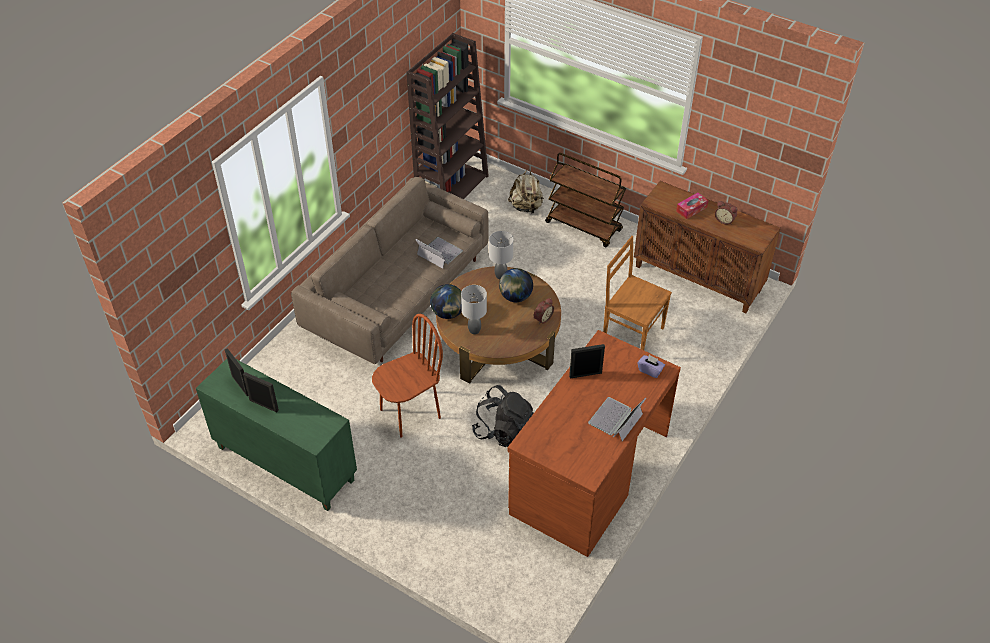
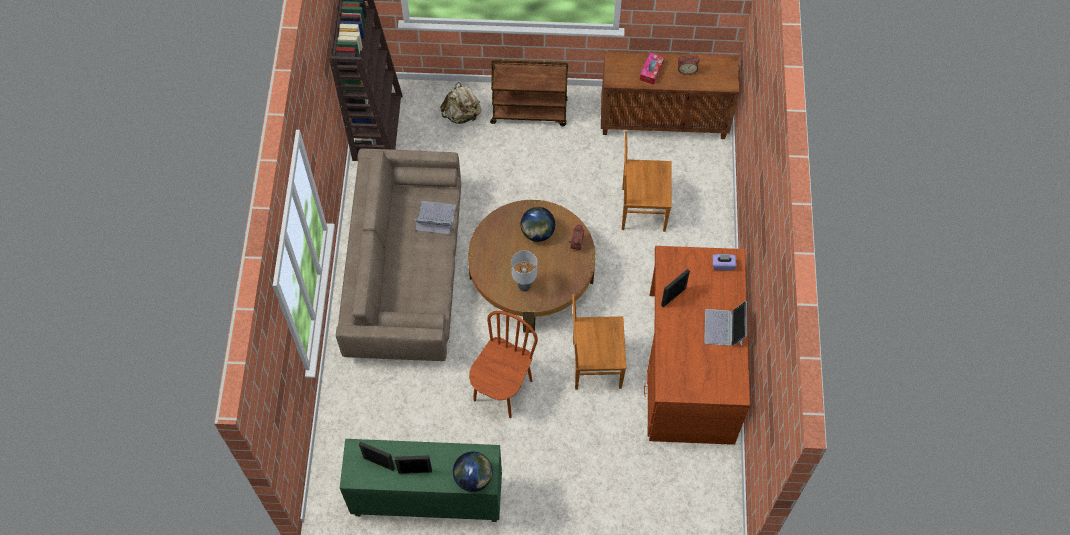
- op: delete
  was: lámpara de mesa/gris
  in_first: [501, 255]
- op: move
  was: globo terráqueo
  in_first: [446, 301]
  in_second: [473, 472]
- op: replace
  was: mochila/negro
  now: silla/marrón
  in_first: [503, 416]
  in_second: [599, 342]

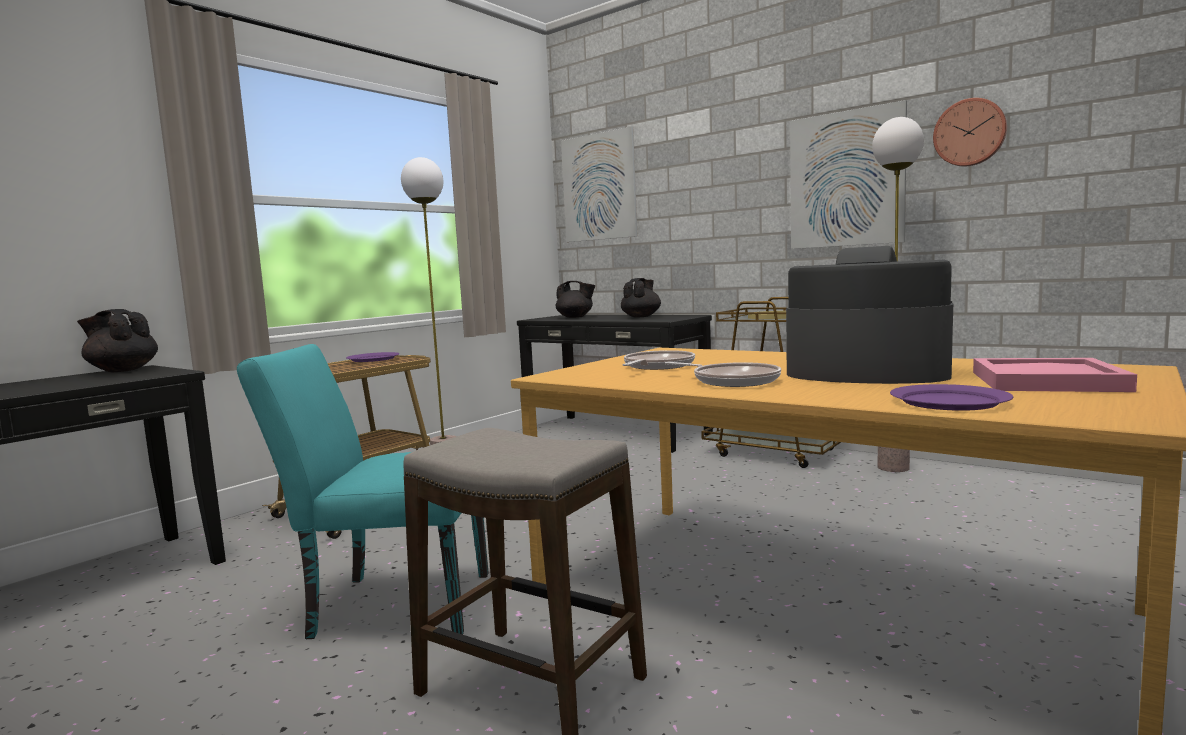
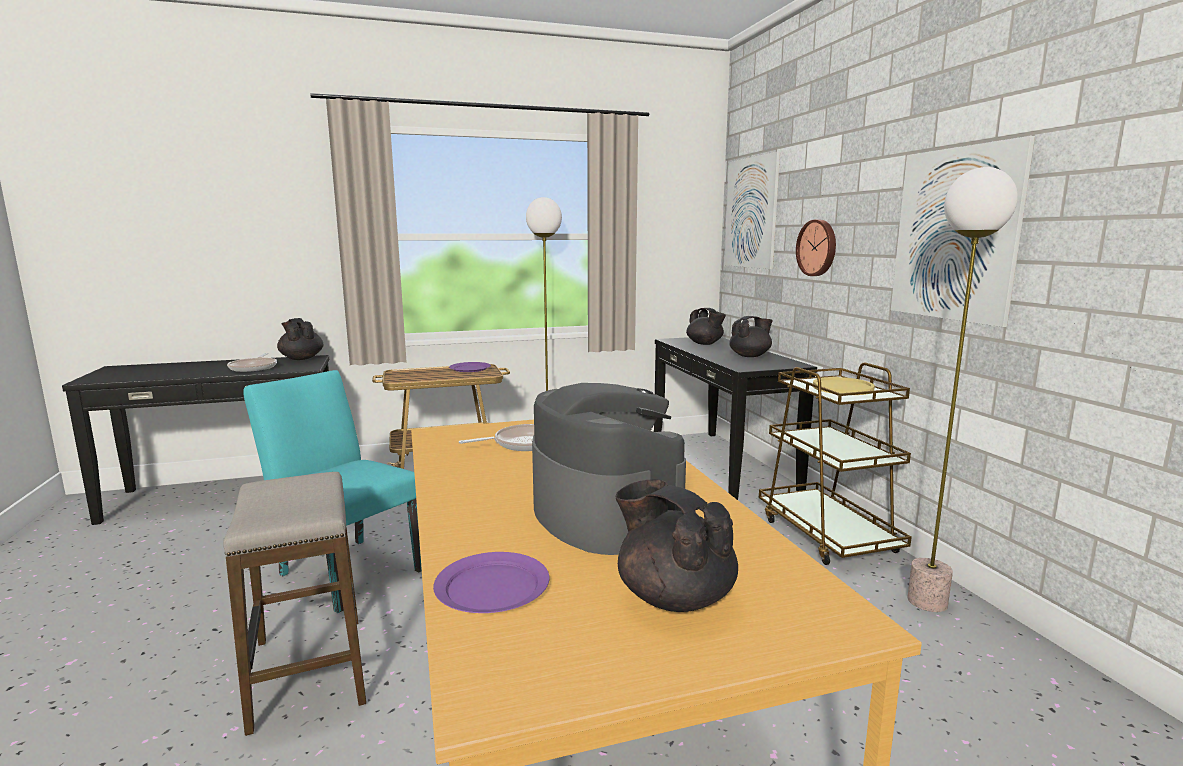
- op: move
  was: reloj de pared
  in_first: [970, 132]
  in_second: [816, 248]
- op: replace
  was: bandeja/rosa
  now: tetera/negro
  in_first: [1055, 375]
  in_second: [676, 545]
- op: move
  was: sartén
  in_first: [723, 374]
  in_second: [252, 362]

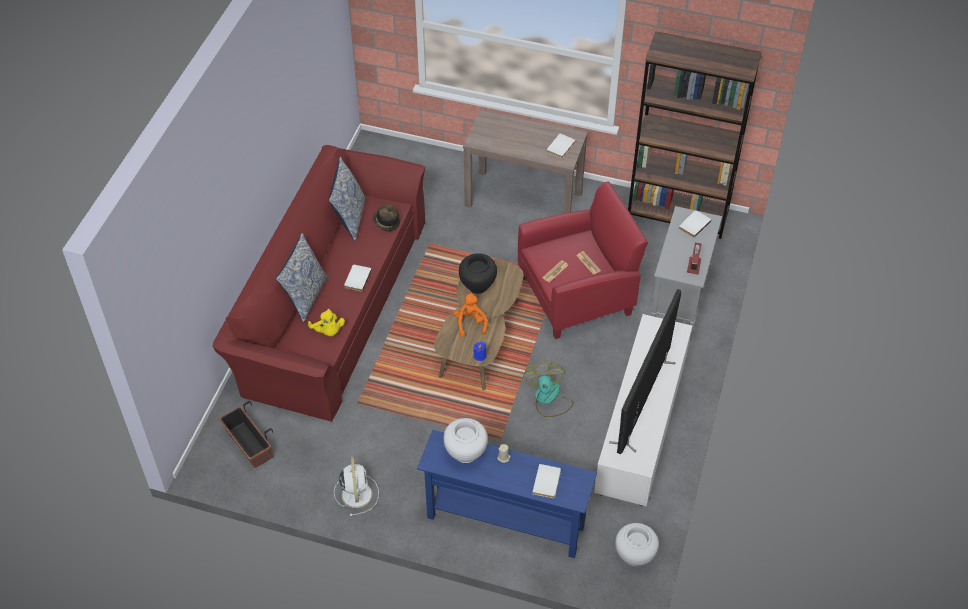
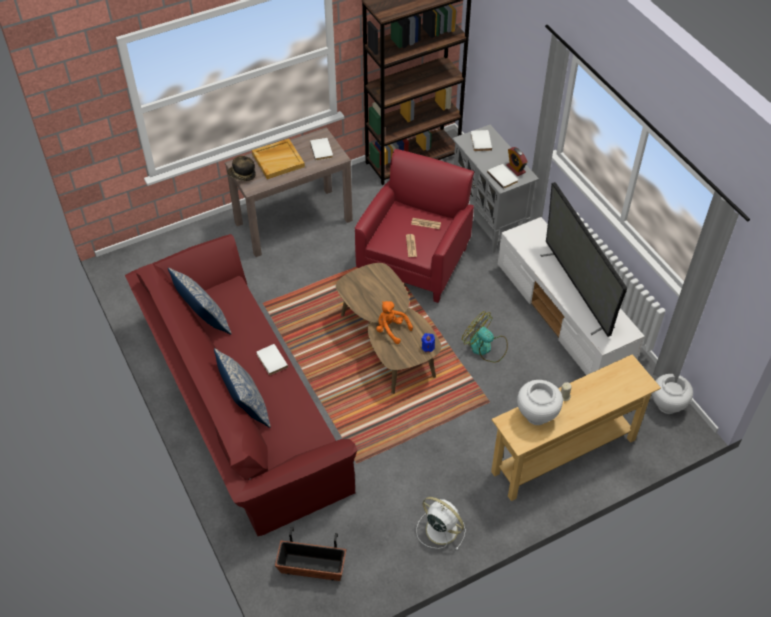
- op: move
  was: sombrero
  in_first: [386, 218]
  in_second: [241, 168]
- op: delete
  was: florero/negro
  in_first: [478, 273]
- op: delete
  was: peluche/amarillo
  in_first: [326, 322]
- op: recolor
  was: mesa consola/azul
  now: mesa consola/beis
  in_first: [507, 494]
  in_second: [576, 427]
- op: move
  was: libro/blanco
  in_first: [546, 481]
  in_second: [502, 176]
- op: insert
  now: bandeja/beis
  in_second: [278, 159]

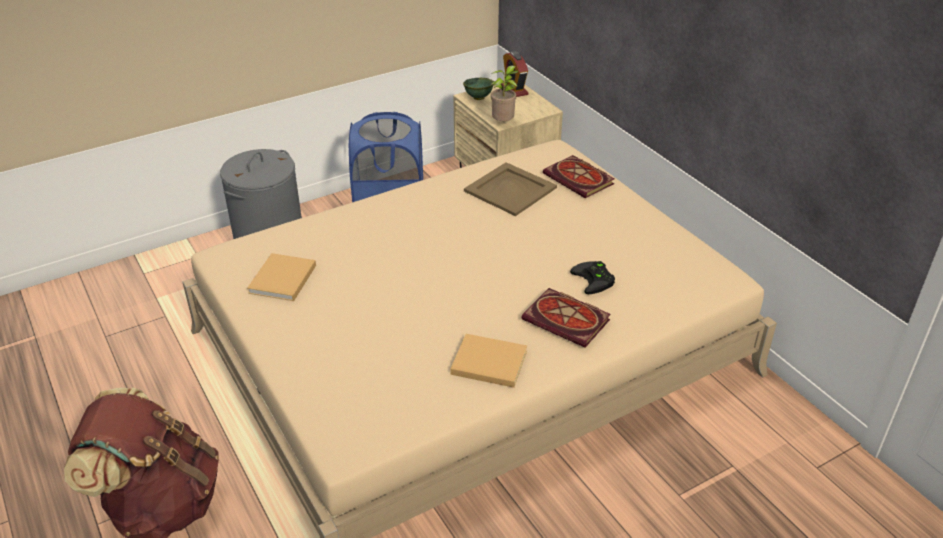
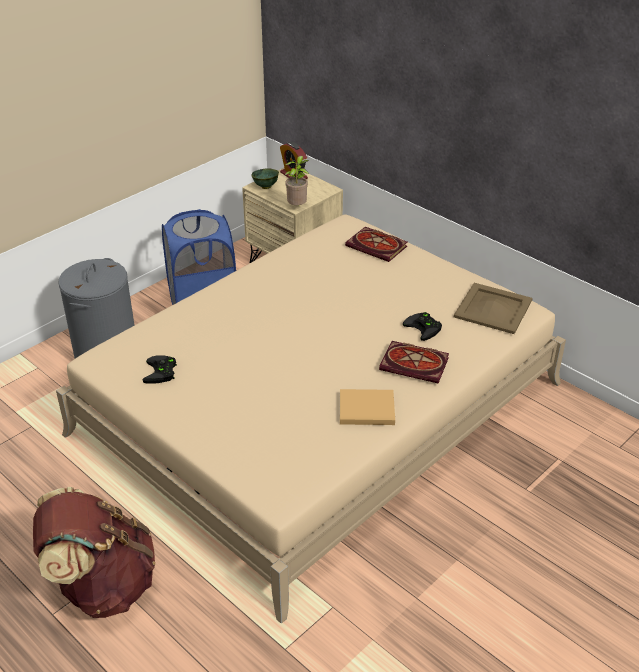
- op: move
  was: bandeja/beis
  in_first: [510, 189]
  in_second: [493, 308]
- op: replace
  was: libro/beis
  now: mando de consola/negro
  in_first: [281, 277]
  in_second: [159, 369]

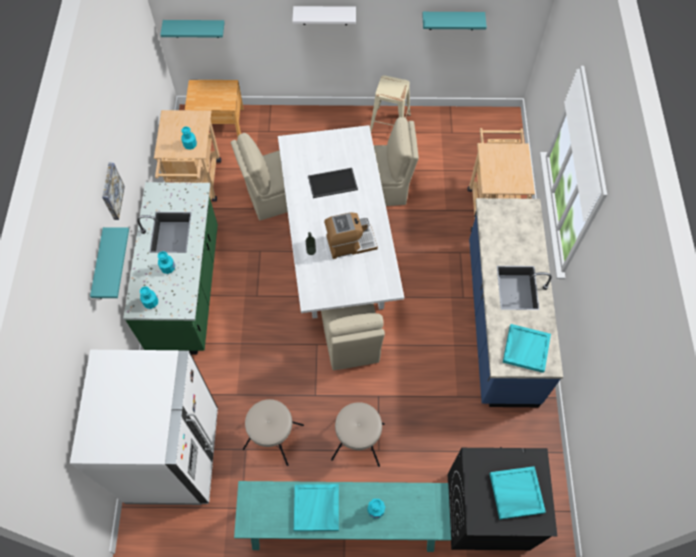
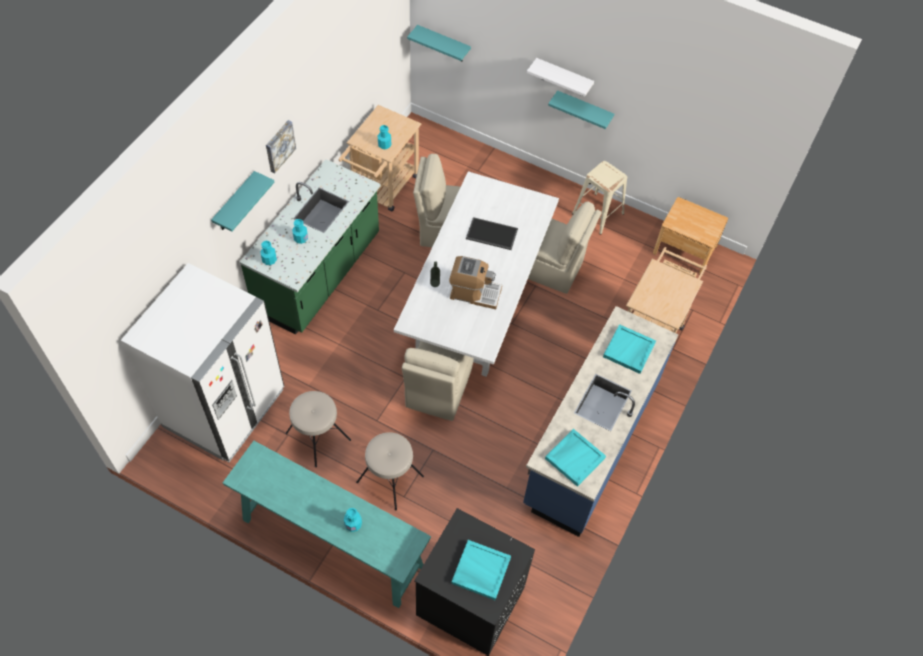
- op: move
  was: estante/turquesa
  in_first: [454, 21]
  in_second: [581, 109]
- op: move
  was: mesita de noche/marrón
  in_first: [214, 108]
  in_second: [690, 235]
- op: move
  was: bandeja/turquesa
  in_first: [316, 507]
  in_second: [629, 349]

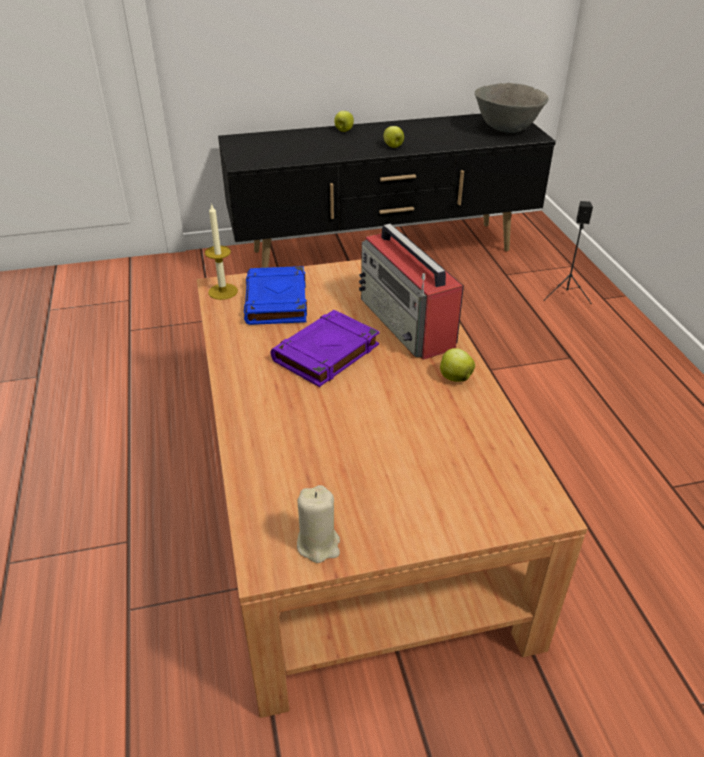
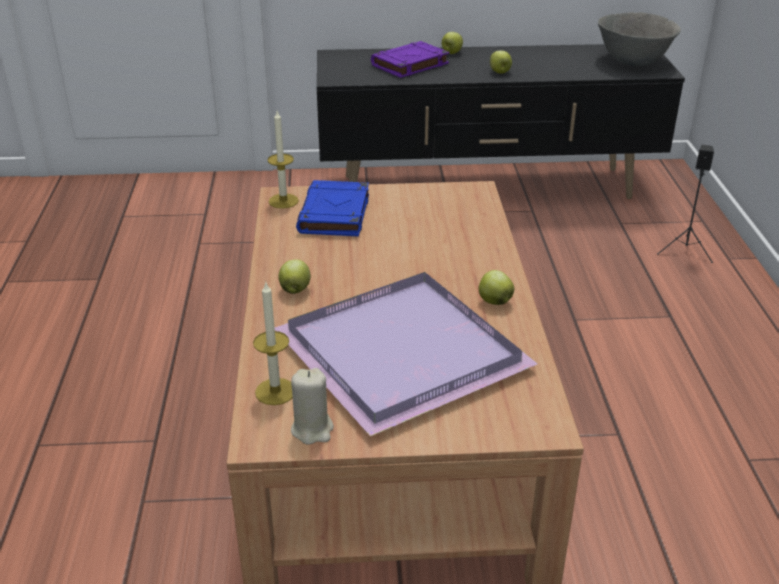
- op: delete
  was: radio
  in_first: [411, 292]
- op: move
  was: libro/morado
  in_first: [325, 348]
  in_second: [410, 59]
- op: insert
  now: manzana
  in_second: [294, 276]
- op: insert
  now: bandeja/morado
  in_second: [406, 354]
- op: insert
  now: vela
  in_second: [273, 344]

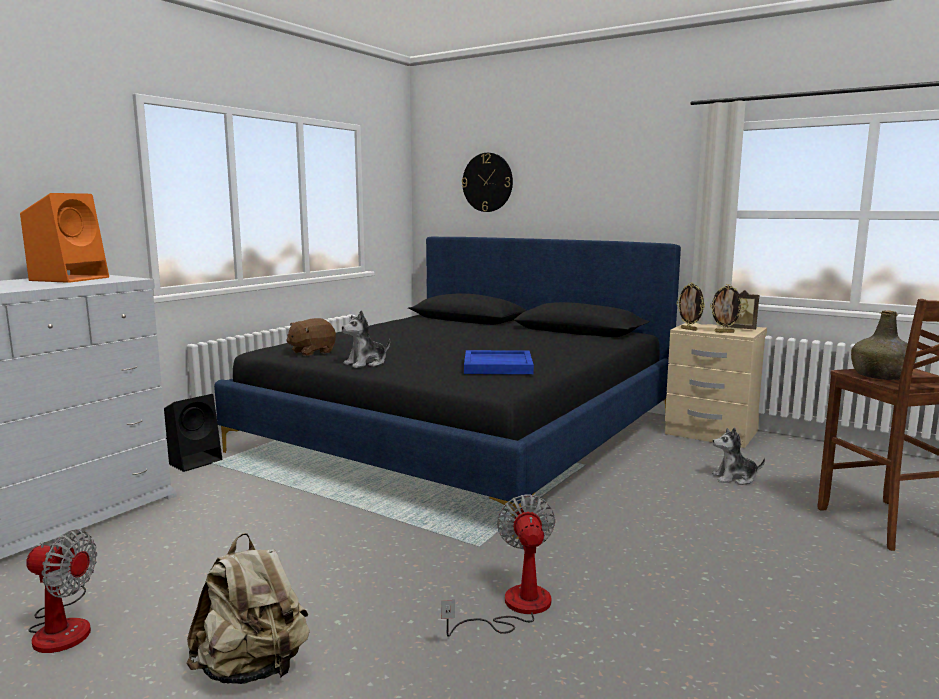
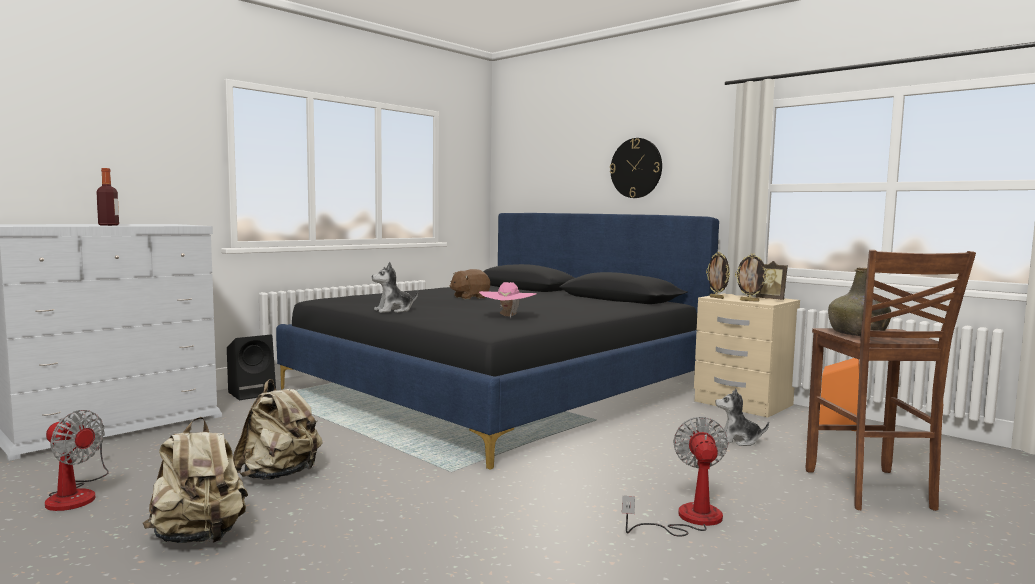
- op: move
  was: reloj de pared
  in_first: [487, 182]
  in_second: [636, 168]
- op: move
  was: altavoz/naranja
  in_first: [64, 238]
  in_second: [839, 391]
- op: move
  was: peluche/marrón
  in_first: [311, 337]
  in_second: [470, 284]
- op: replace
  was: bandeja/azul
  now: sombrero/rosa
  in_first: [499, 362]
  in_second: [508, 300]
- op: move
  was: ventilador
  in_first: [498, 565]
  in_second: [675, 476]
- op: insert
  now: botella
  in_second: [107, 197]
- op: insert
  now: mochila/beis
  in_second: [278, 429]

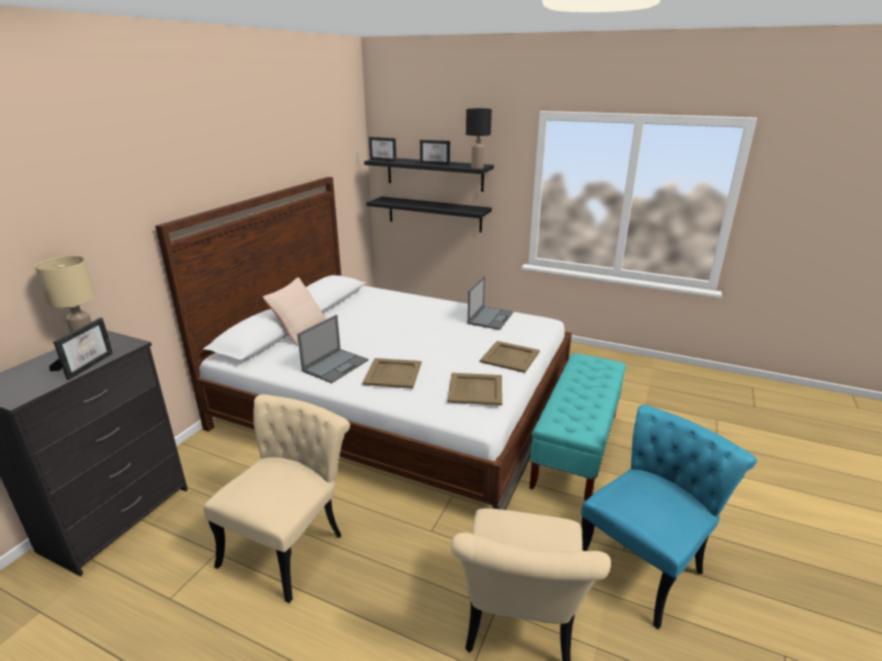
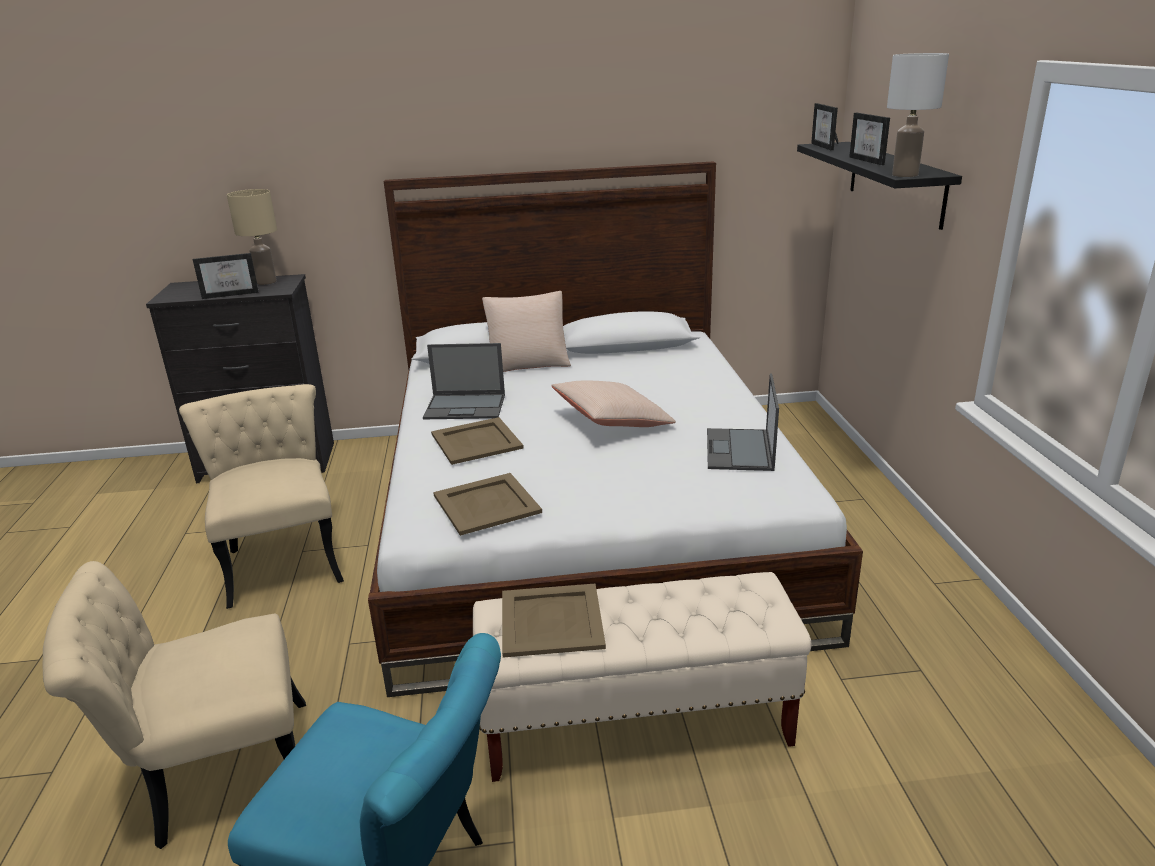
- op: recolor
  was: lámpara de mesa/negro
  now: lámpara de mesa/blanco
  in_first: [479, 138]
  in_second: [918, 115]
- op: delete
  was: estante/negro
  in_first: [429, 214]
- op: rotate
  was: portátil
  in_first: [491, 303]
  in_second: [743, 422]
  clockwise: 105
- op: move
  was: bandeja/beis
  in_first: [510, 357]
  in_second: [554, 621]
- op: recolor
  was: banco/turquesa
  now: banco/beis
  in_first: [577, 427]
  in_second: [642, 677]
- op: rotate
  was: silla/beis
  in_first: [276, 498]
  in_second: [261, 496]
  clockwise: -105
- op: insert
  now: cojín/beis
  in_second: [613, 404]

